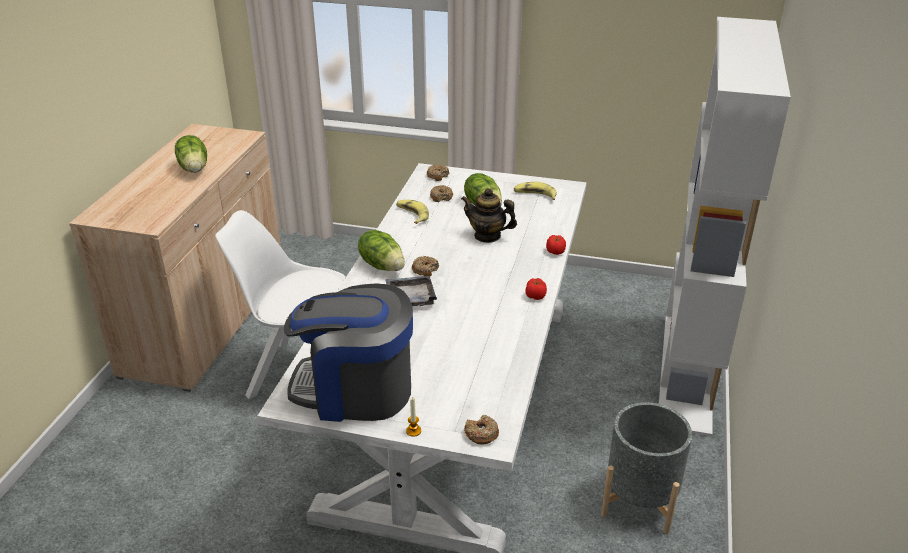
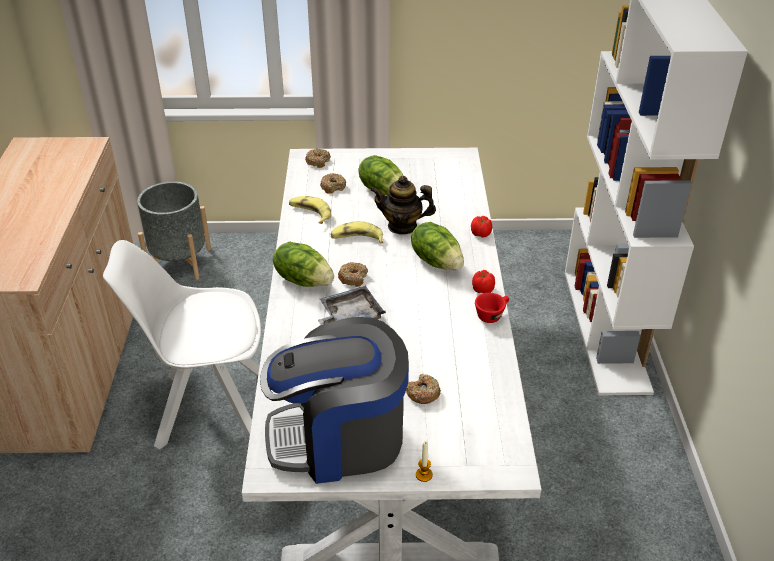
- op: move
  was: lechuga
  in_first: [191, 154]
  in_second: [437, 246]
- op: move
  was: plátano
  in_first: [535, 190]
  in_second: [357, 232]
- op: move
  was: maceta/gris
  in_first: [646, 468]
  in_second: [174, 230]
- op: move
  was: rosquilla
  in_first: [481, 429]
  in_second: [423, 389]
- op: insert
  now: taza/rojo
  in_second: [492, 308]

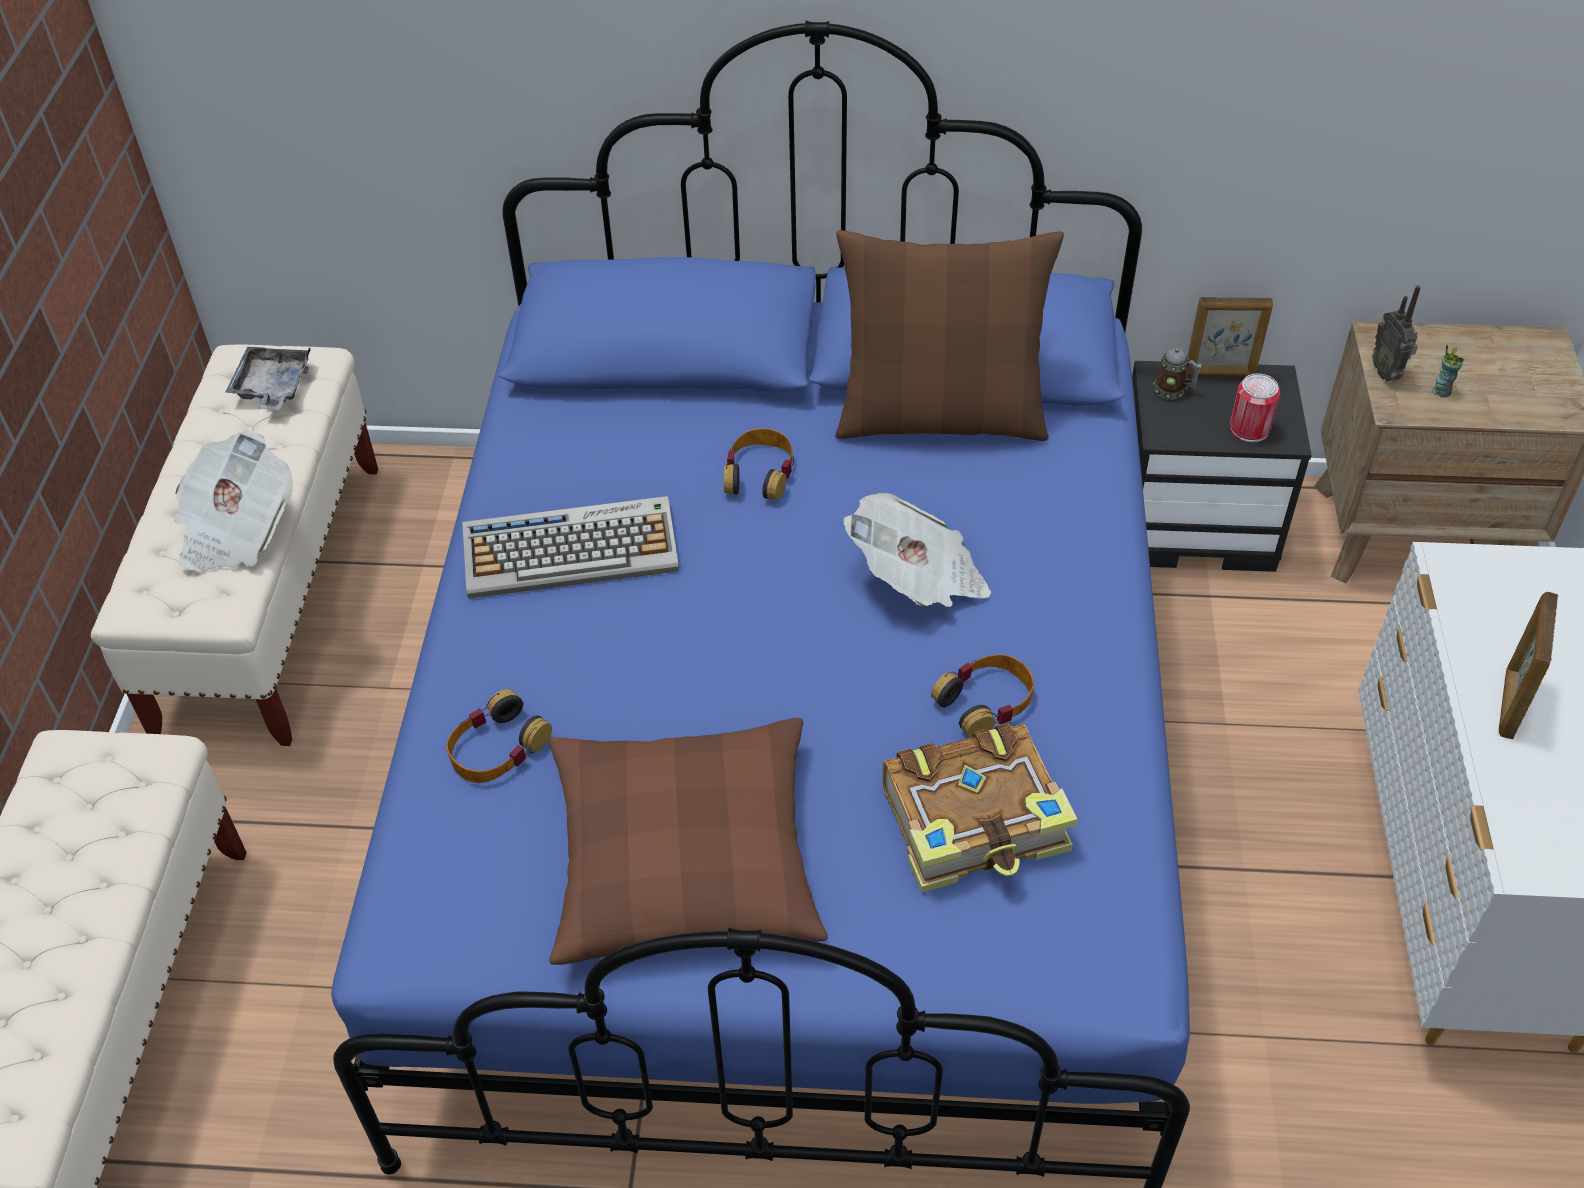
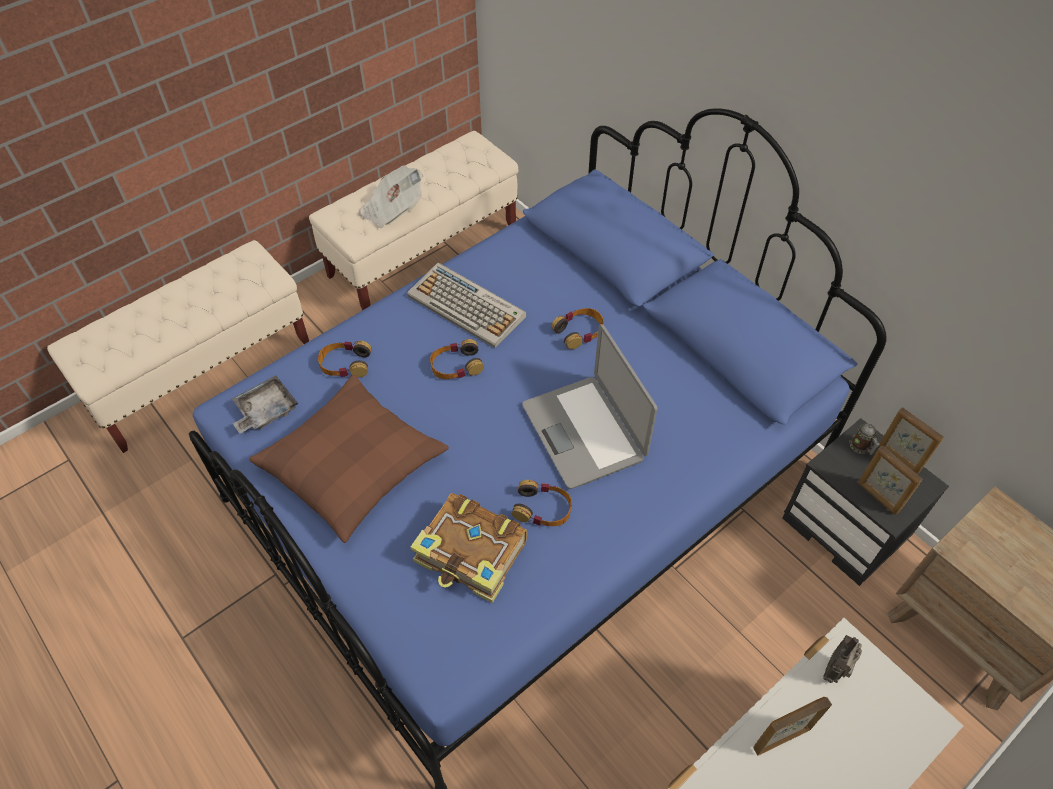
- op: delete
  was: cojín/marrón
  in_first: [949, 335]
- op: move
  was: radio
  in_first: [1396, 333]
  in_second: [842, 659]
- op: delete
  was: taza
  in_first: [1448, 371]
- op: move
  was: bandeja/gris
  in_first: [268, 378]
  in_second: [265, 404]
- op: replace
  was: lata
  now: portarretratos
  in_first: [1255, 408]
  in_second: [890, 480]
- op: replace
  was: periódico
  now: portátil
  in_first: [917, 550]
  in_second: [589, 406]
- op: insert
  now: auriculares
  in_second: [457, 359]

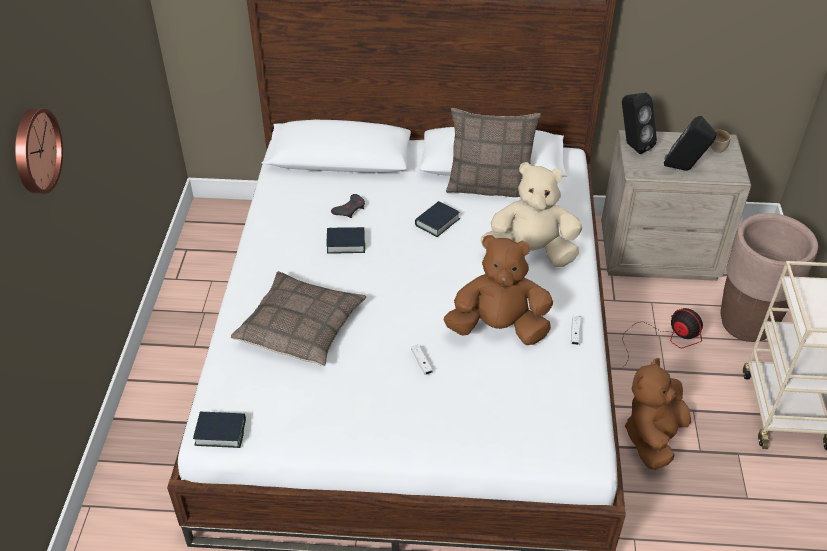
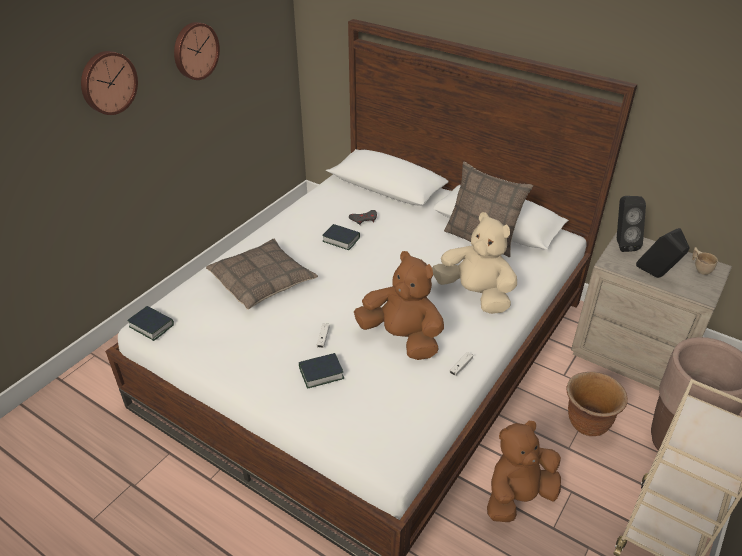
- op: move
  was: libro
  in_first: [437, 219]
  in_second: [322, 371]
- op: replace
  was: ventilador
  now: maceta/marrón
  in_first: [662, 338]
  in_second: [597, 404]
- op: insert
  now: reloj de pared
  in_second: [197, 51]

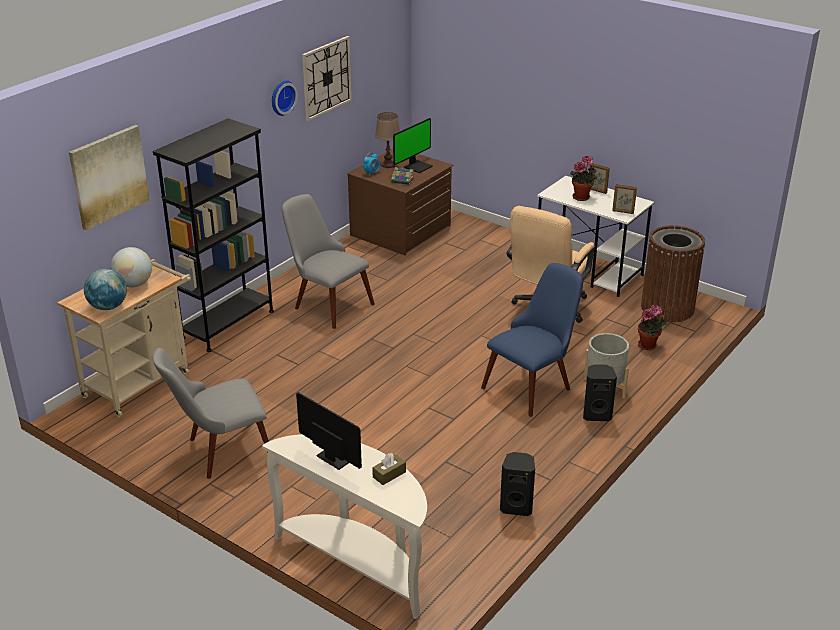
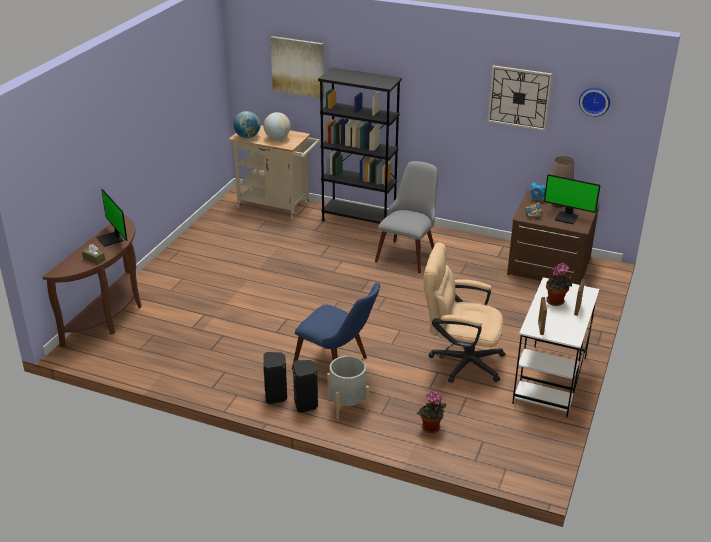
- op: move
  was: reloj de pared
  in_first: [285, 98]
  in_second: [594, 102]
- op: delete
  was: papelera/marrón
  in_first: [673, 273]
- op: delete
  was: silla/gris
  in_first: [211, 413]
- op: rotate
  was: monitor
  in_first: [329, 431]
  in_second: [112, 218]
  clockwise: 120
- op: recolor
  was: mesa consola/blanco
  now: mesa consola/marrón
  in_first: [344, 526]
  in_second: [92, 281]
- op: move
  was: altavoz/negro
  in_first: [517, 484]
  in_second: [275, 378]

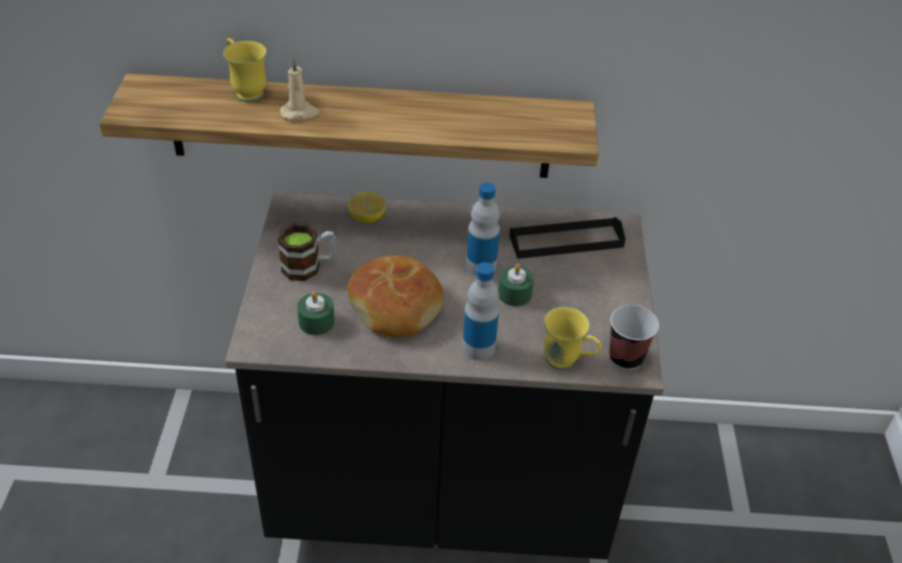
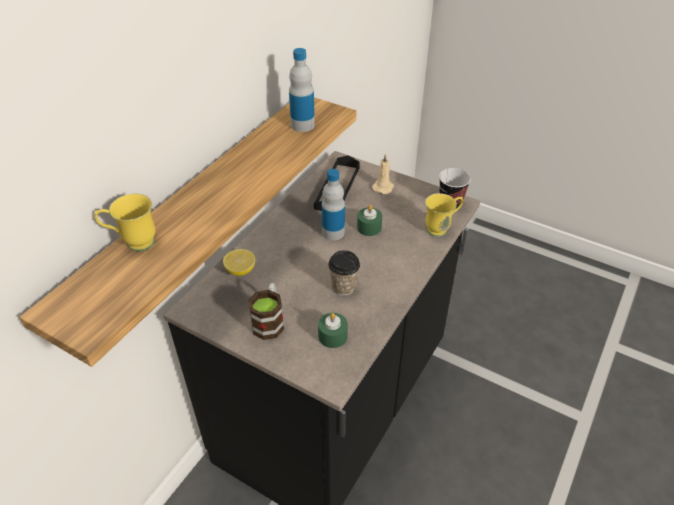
- op: move
  was: vela/beis
  in_first: [300, 89]
  in_second: [383, 174]
- op: replace
  was: pan
  now: taza
  in_first: [396, 296]
  in_second: [344, 273]
- op: move
  was: botella
  in_first: [480, 311]
  in_second: [302, 90]

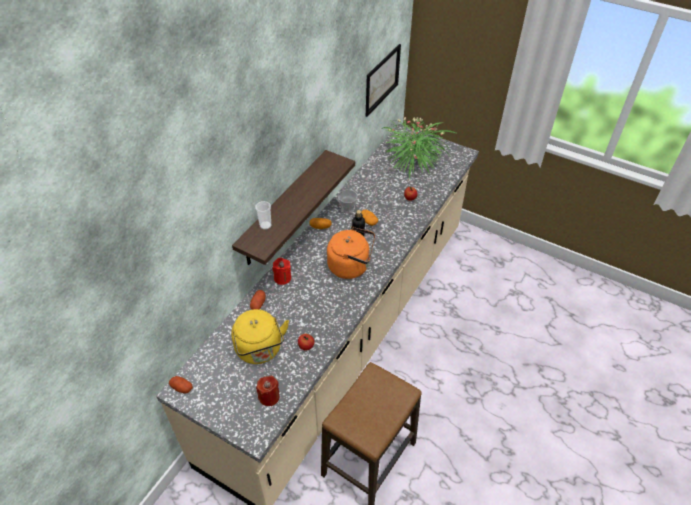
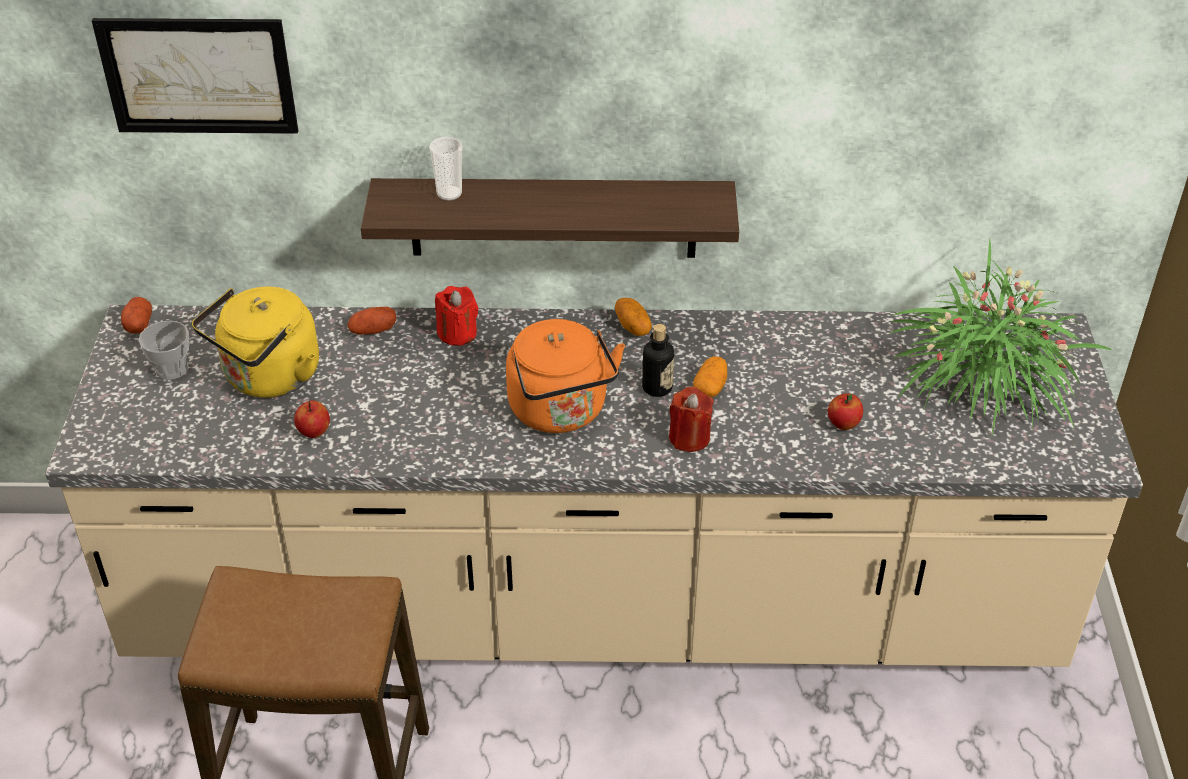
- op: move
  was: cuadro
  in_first: [383, 80]
  in_second: [195, 76]
- op: move
  was: taza
  in_first: [348, 201]
  in_second: [164, 350]
- op: move
  was: vela/rojo
  in_first: [268, 391]
  in_second: [691, 419]

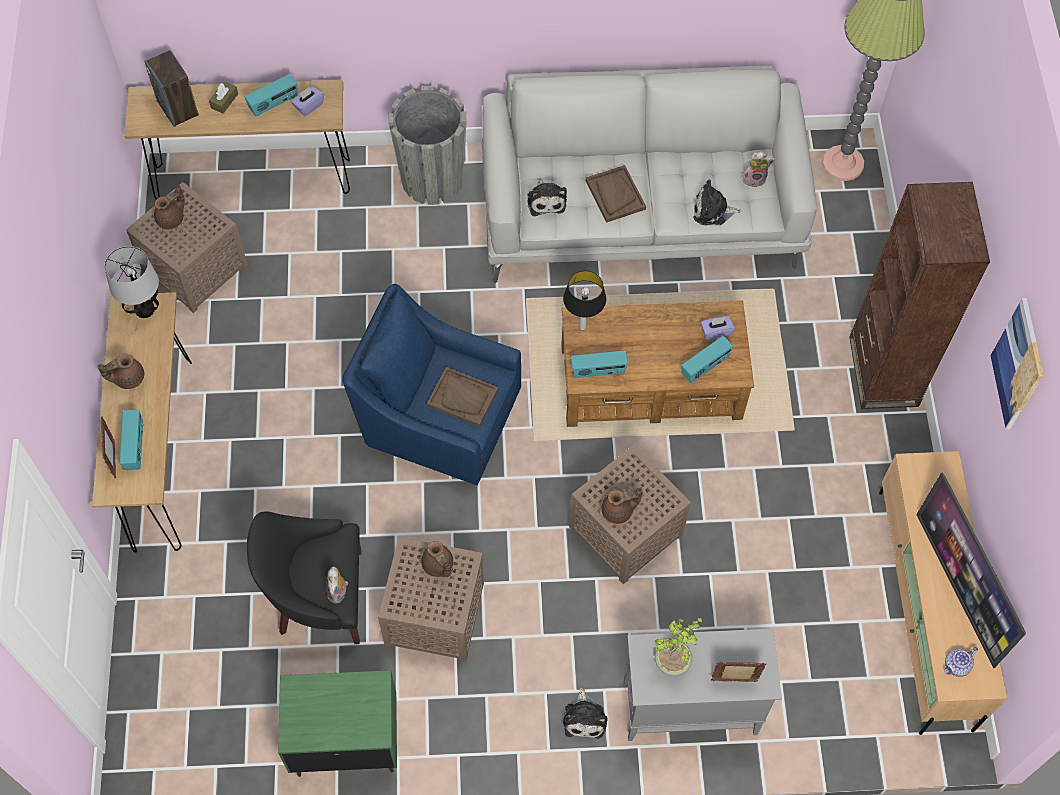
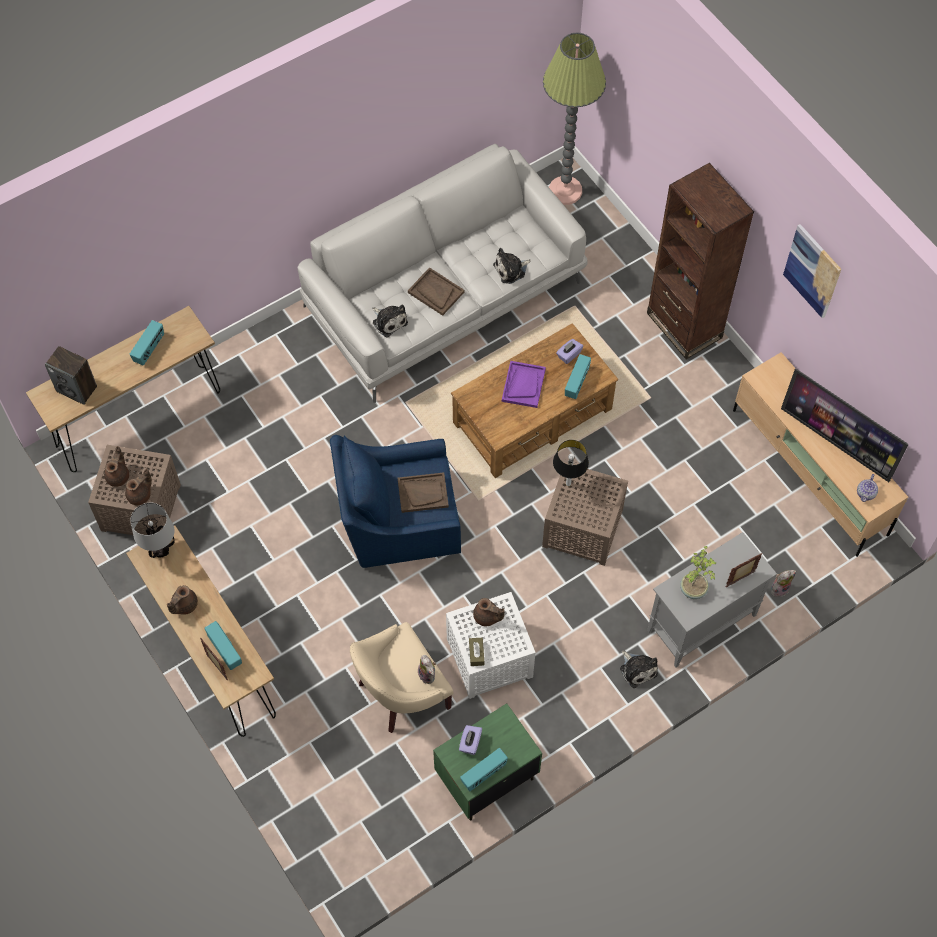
- op: move
  was: caja de pañuelos/marrón
  in_first: [223, 97]
  in_second: [476, 652]
- op: move
  was: caja de pañuelos/morado
  in_first: [307, 101]
  in_second: [470, 740]
- op: delete
  was: maceta/gris
  in_first: [427, 145]
- op: move
  was: peluche
  in_first: [759, 169]
  in_second: [783, 584]
- op: move
  was: lámpara de mesa
  in_first: [584, 300]
  in_second: [571, 463]
- op: move
  was: radio
  in_first: [599, 364]
  in_second: [484, 769]
- op: move
  was: tetera/marrón
  in_first: [622, 506]
  in_second: [138, 487]
- op: recolor
  was: sillón/negro
  now: sillón/beis
  in_first: [304, 577]
  in_second: [401, 677]
- op: recolor
  was: mesa auxiliar/marrón
  now: mesa auxiliar/blanco
  in_first: [431, 599]
  in_second: [491, 645]
- op: insert
  now: bandeja/morado
  in_second: [524, 384]

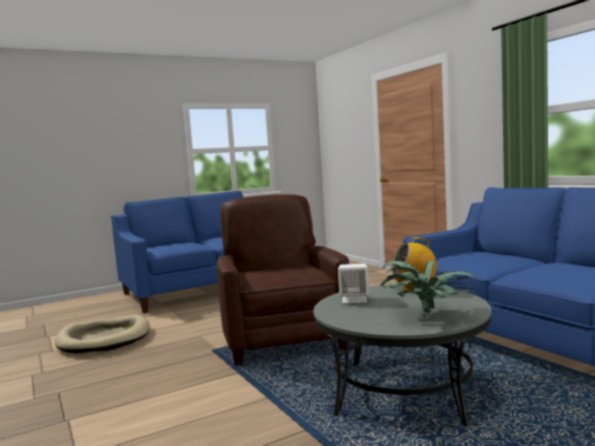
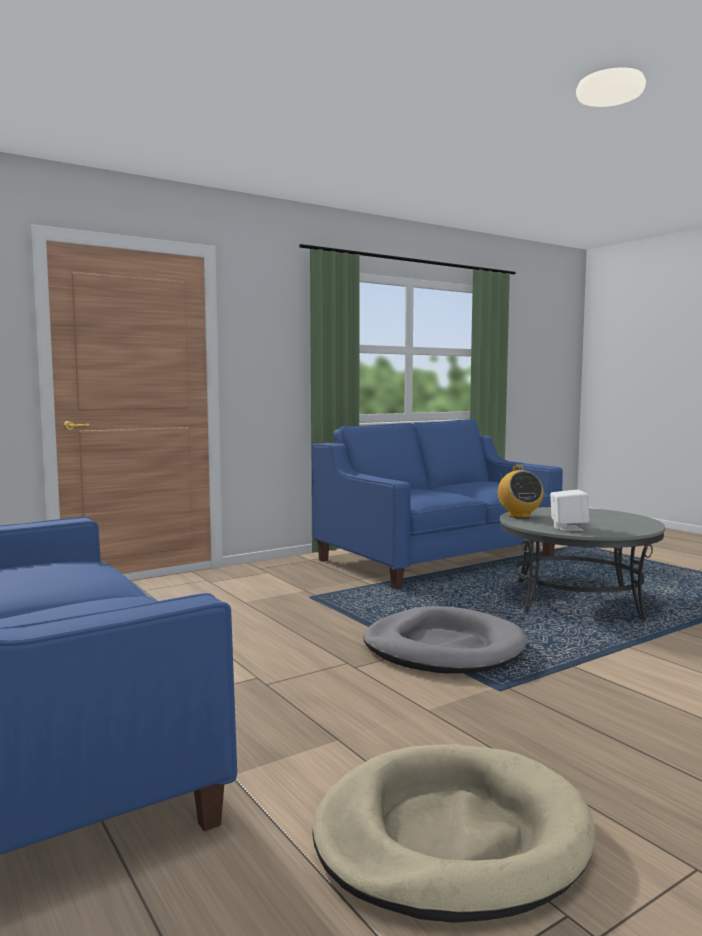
- op: replace
  was: sillón/marrón
  now: cama para perro/gris
  in_first: [282, 279]
  in_second: [444, 640]
- op: delete
  was: planta en maceta
  in_first: [428, 288]

